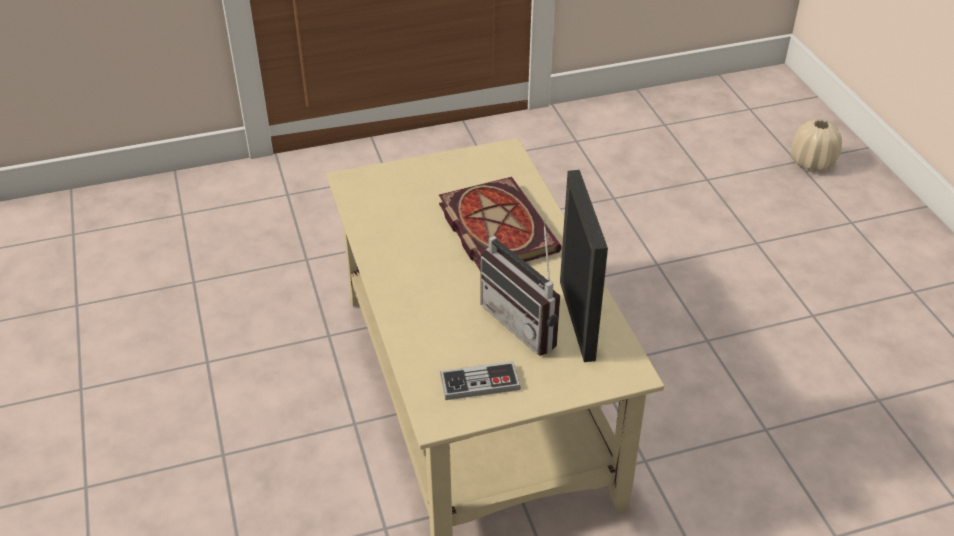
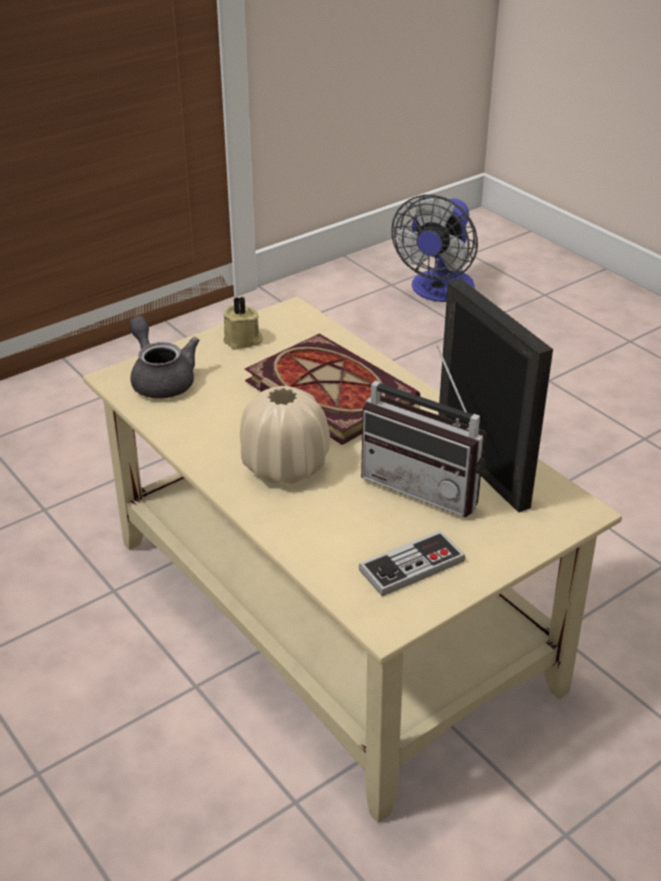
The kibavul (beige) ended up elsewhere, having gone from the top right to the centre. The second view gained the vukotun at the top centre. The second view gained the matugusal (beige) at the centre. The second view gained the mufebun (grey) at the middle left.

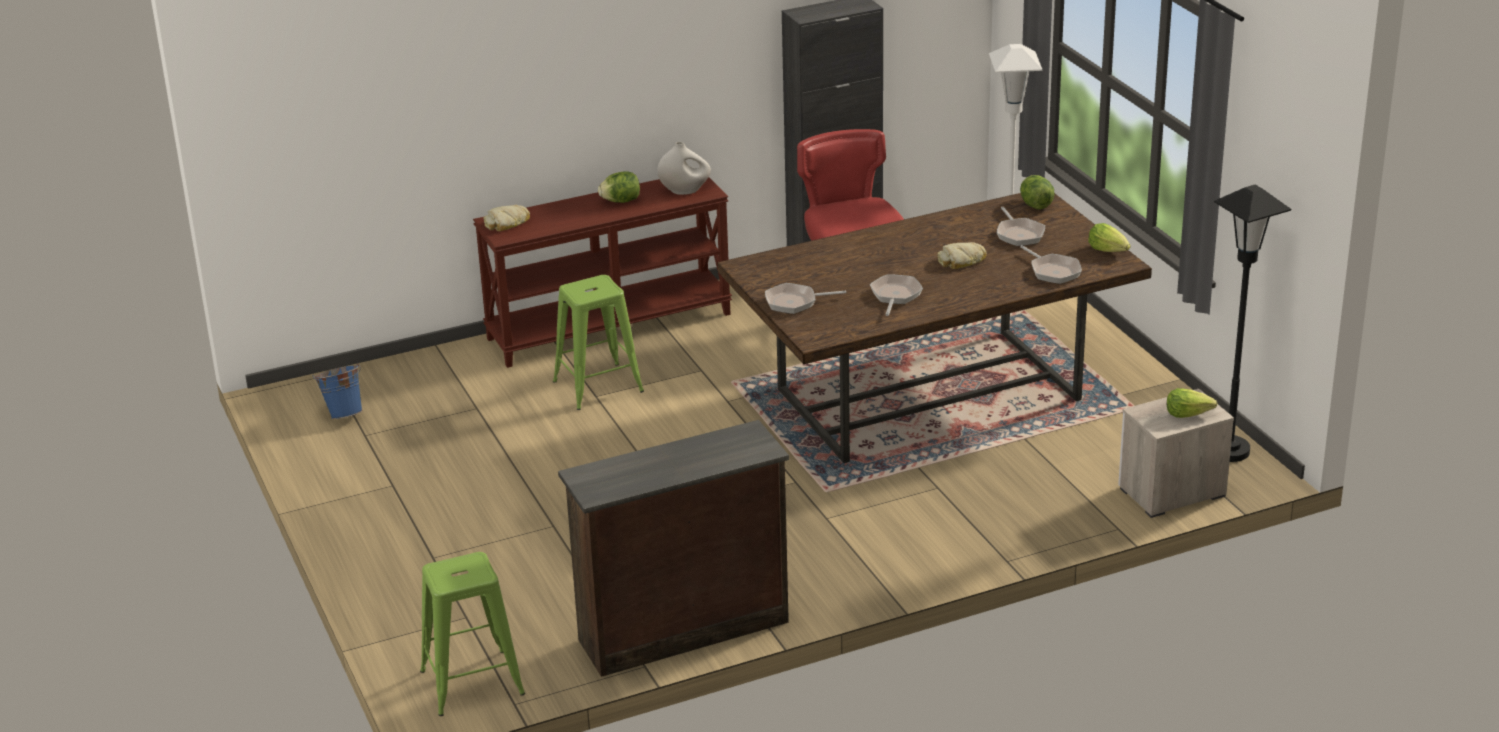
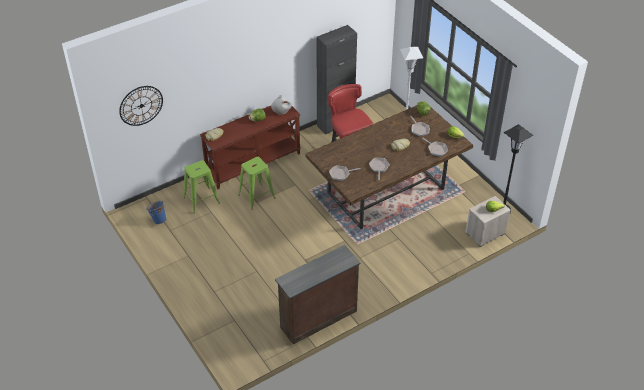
The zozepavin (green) (no. 1 from left) ended up elsewhere, having gone from the bottom left to the middle left. The second view gained the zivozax at the top left.

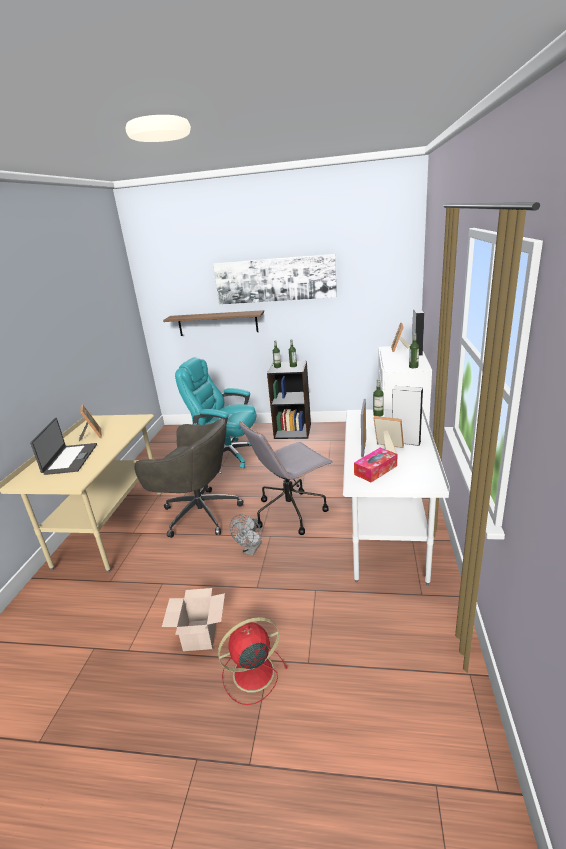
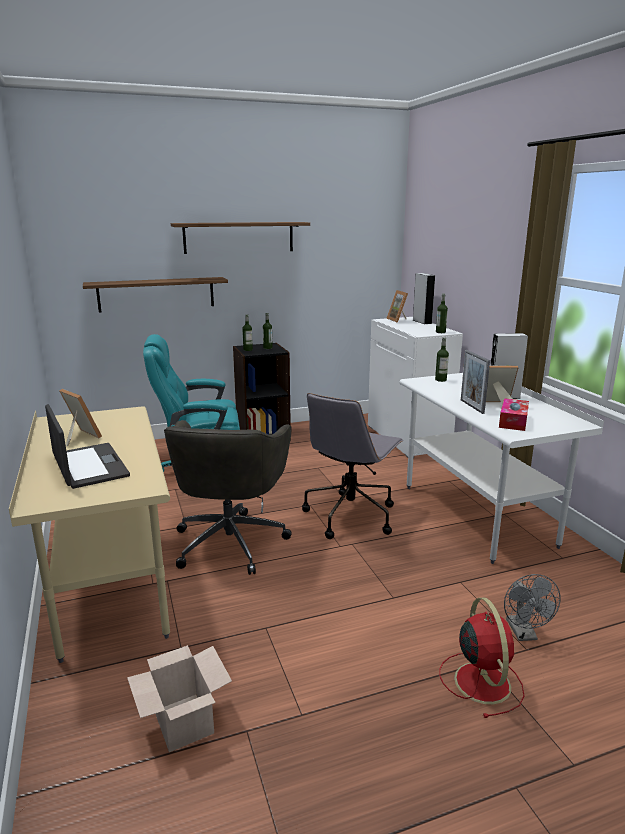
Where the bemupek hung at the top centre, the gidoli (no. 2 from left) came to hang at the top centre. The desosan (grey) (no. 1 from left) at the centre ended up facing another way, 105 degrees clockwise from before. The vukotun (grey) ended up elsewhere, having gone from the centre to the bottom right. The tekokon ended up elsewhere, having gone from the bottom centre to the bottom left. The vukotun (red) at the bottom centre ended up facing another way, 135 degrees clockwise from before.

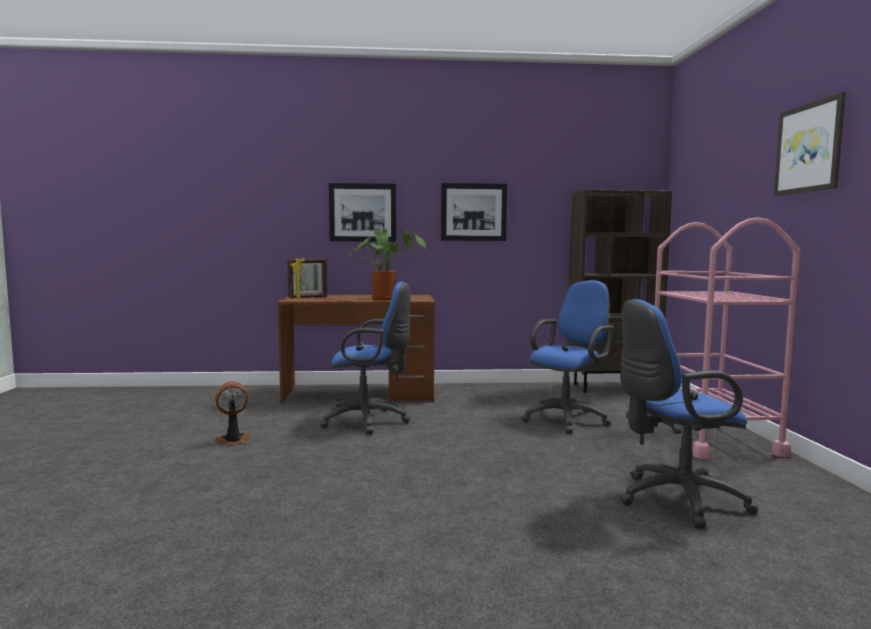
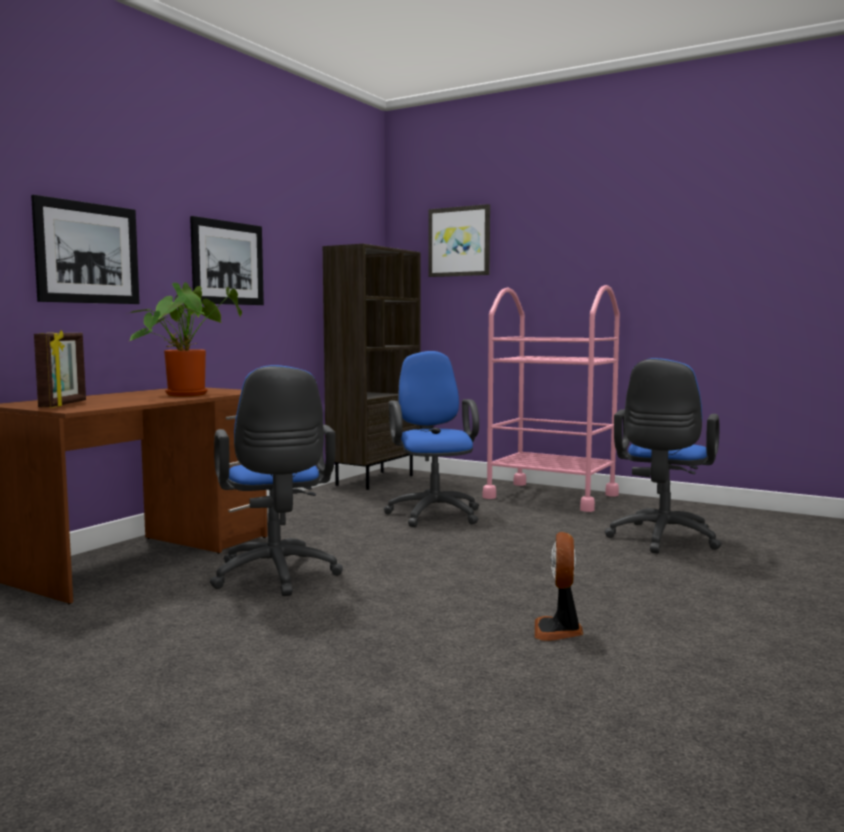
The bemupek (no. 3 from left) ended up elsewhere, having gone from the top right to the top centre. The desosan (blue) (no. 1 from left) at the centre ended up facing another way, 120 degrees clockwise from before. The vukotun ended up elsewhere, having gone from the middle left to the bottom centre.

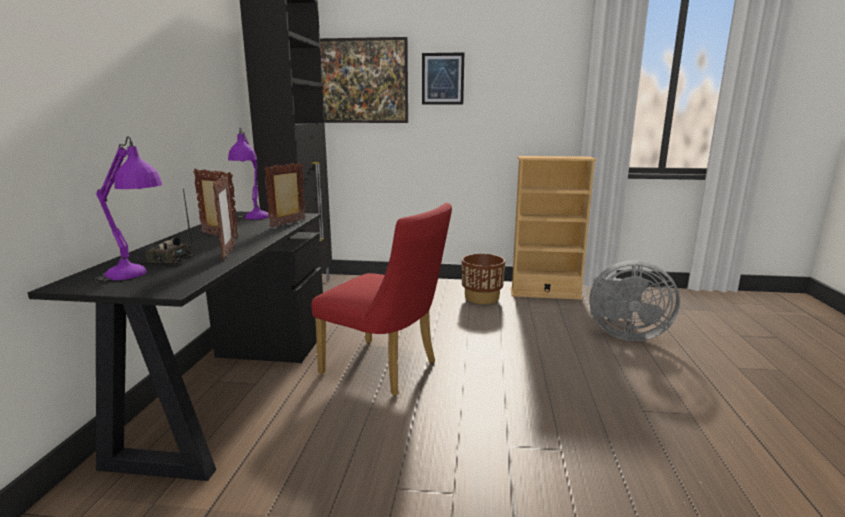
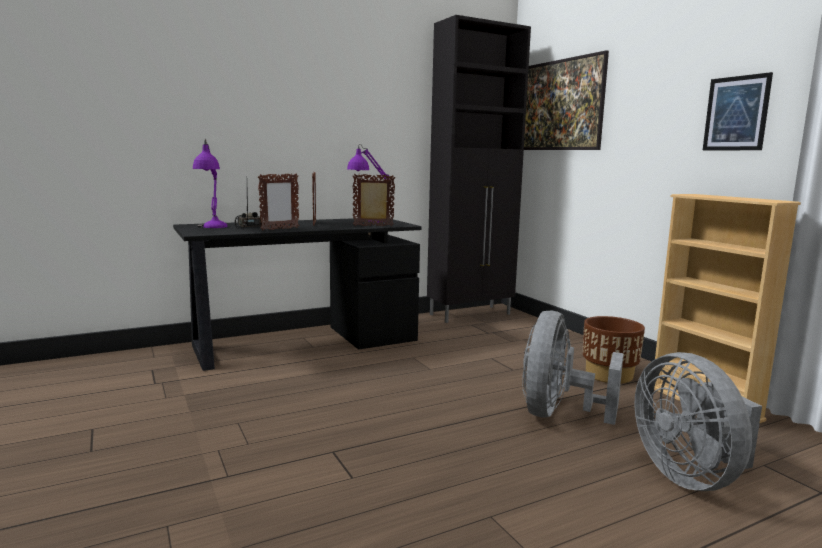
The bemupek (no. 2 from left) ended up elsewhere, having gone from the top centre to the top right. The second view lost the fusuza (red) at the centre. The second view gained the vukotun (grey) (no. 1 from left) at the bottom right.

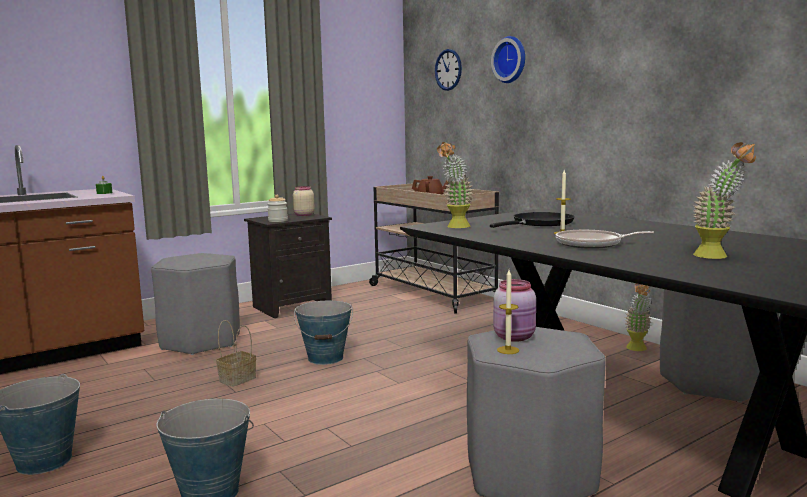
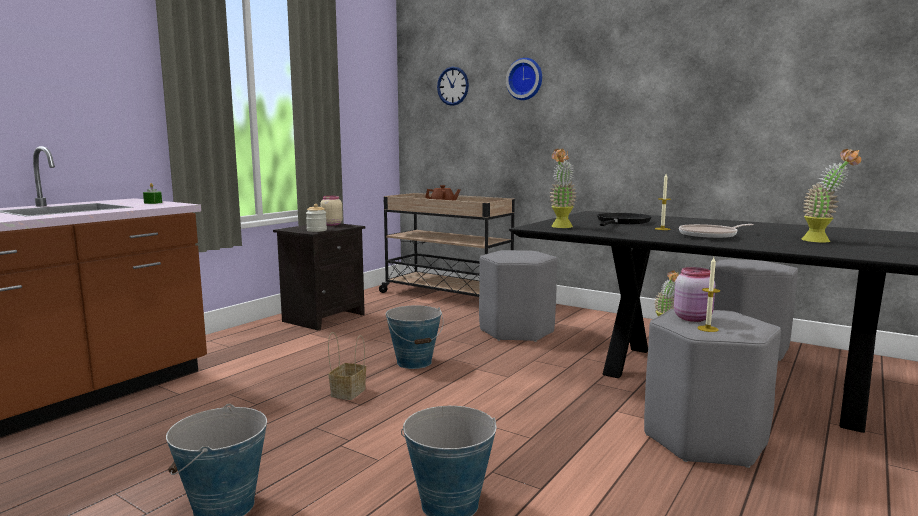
The zozepavin (grey) (no. 1 from left) ended up elsewhere, having gone from the middle left to the centre.

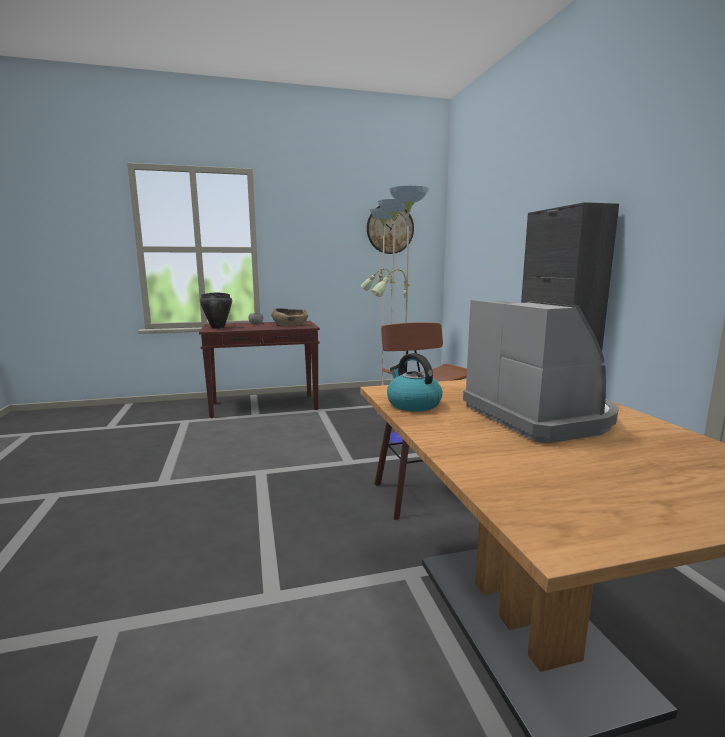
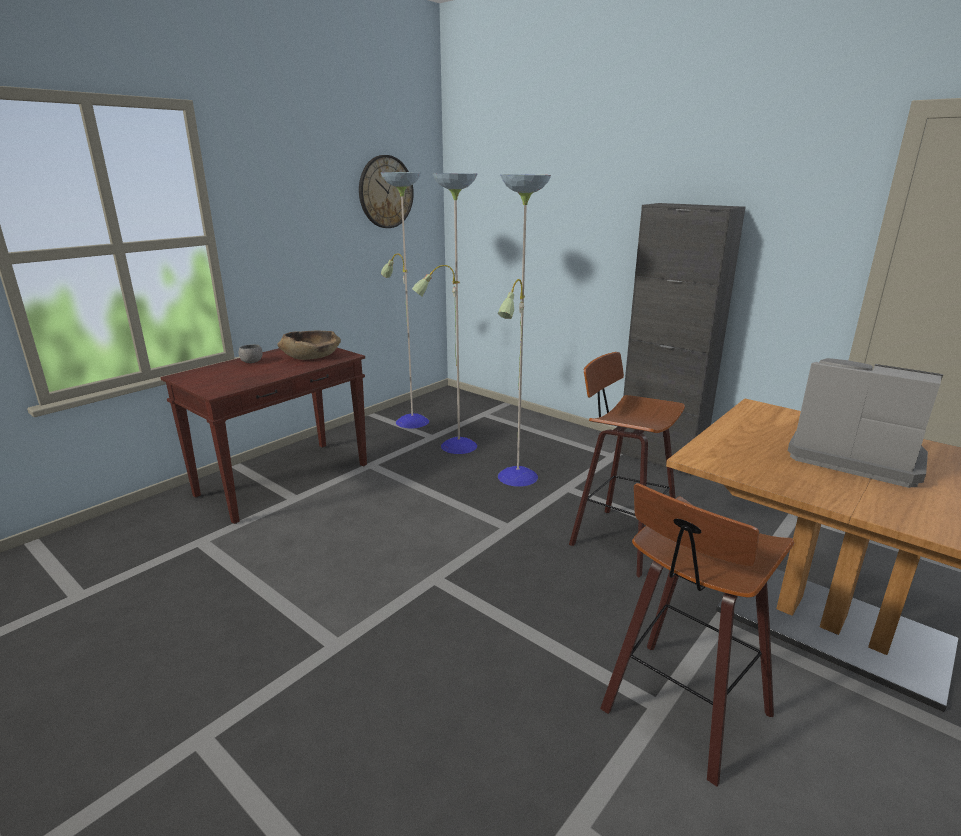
The second view lost the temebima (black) at the middle left. The second view lost the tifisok at the centre. The second view gained the zozepavin (no. 2 from left) at the bottom right.

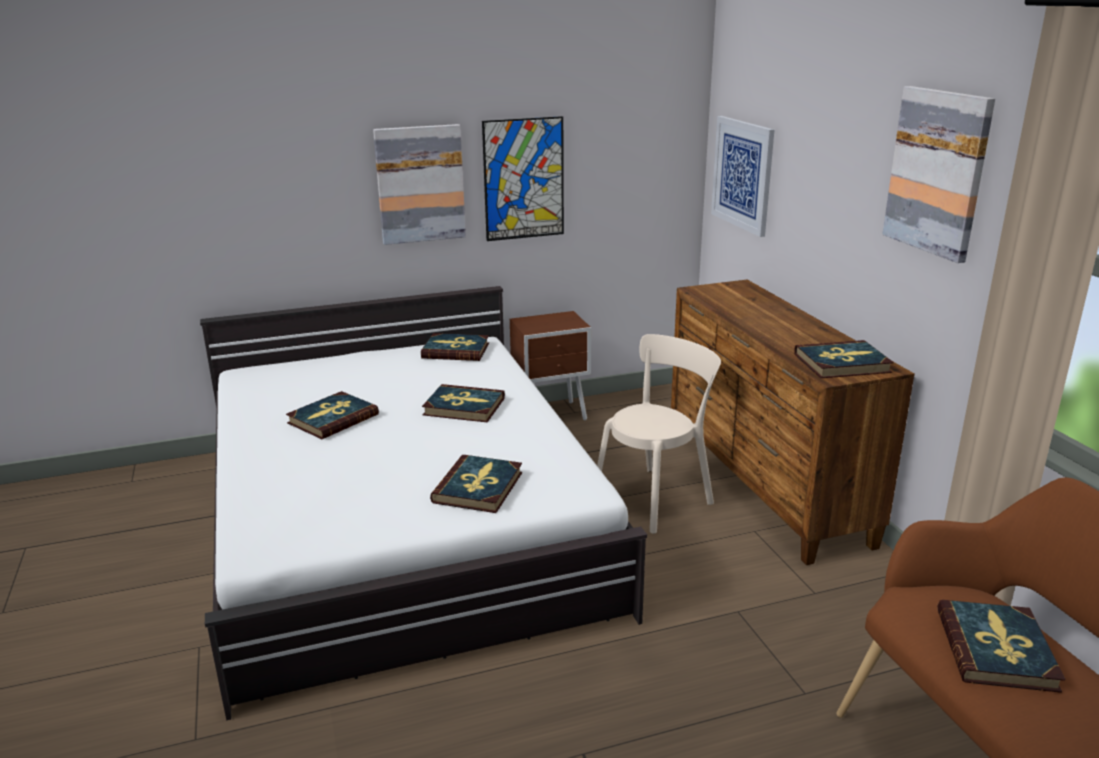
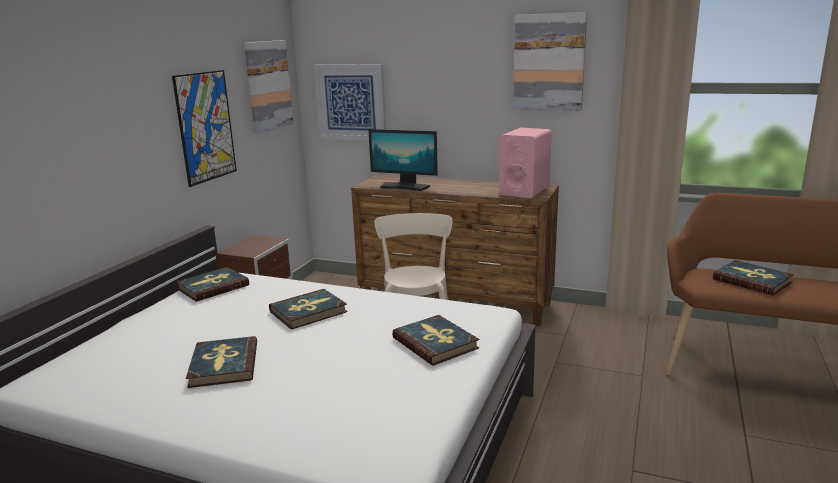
The bemupek (no. 1 from left in the first image) ended up elsewhere, having gone from the top centre to the top left. Where the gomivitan (no. 5 from left) stood at the middle right, the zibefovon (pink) came to stand at the centre. The second view gained the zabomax at the top centre.

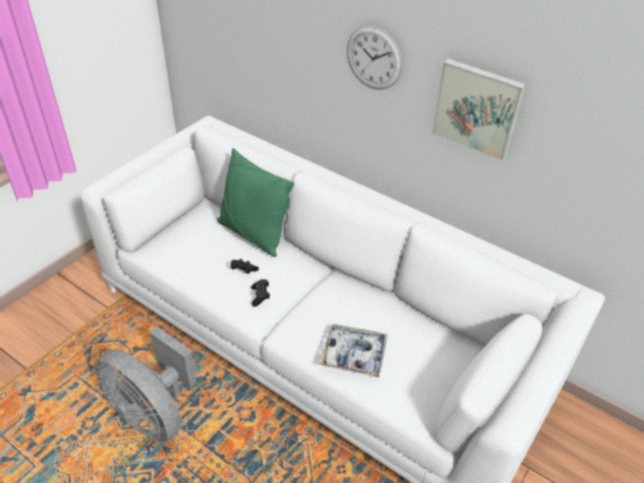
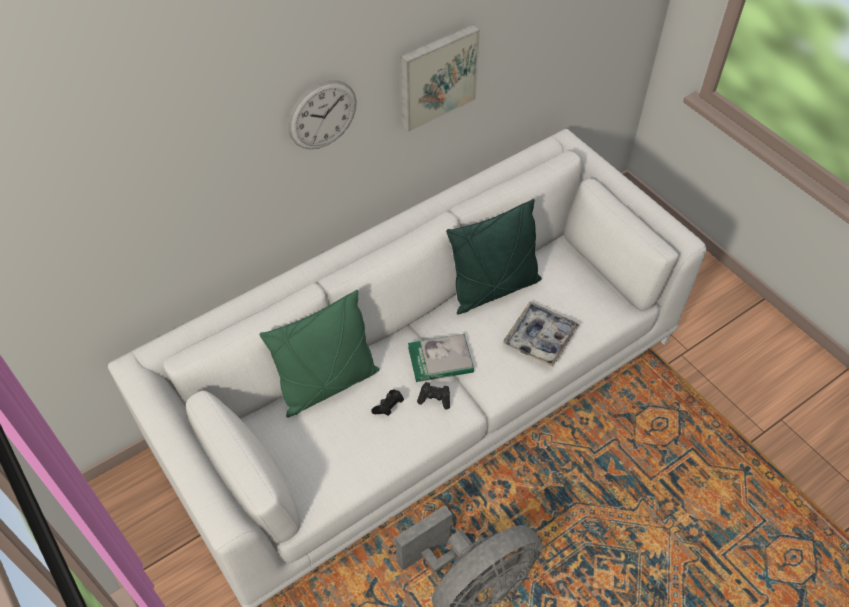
The second view gained the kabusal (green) (no. 2 from left) at the centre. The second view gained the gomivitan at the centre.

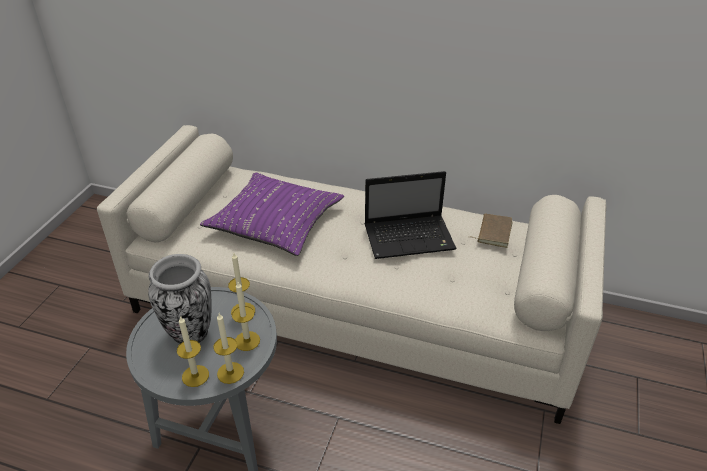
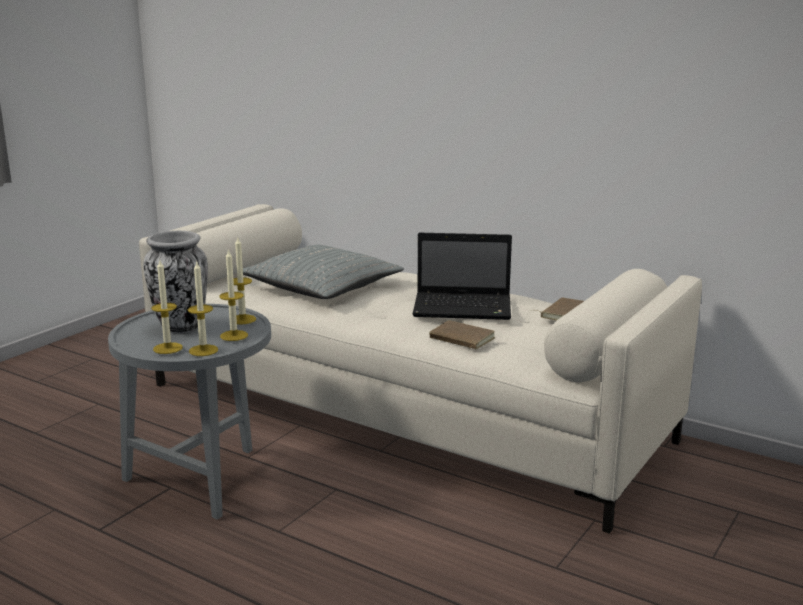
What was the kabusal (purple) at the centre turned into the kabusal (grey) at the centre. The second view gained the gomivitan (brown) (no. 1 from left) at the centre.

